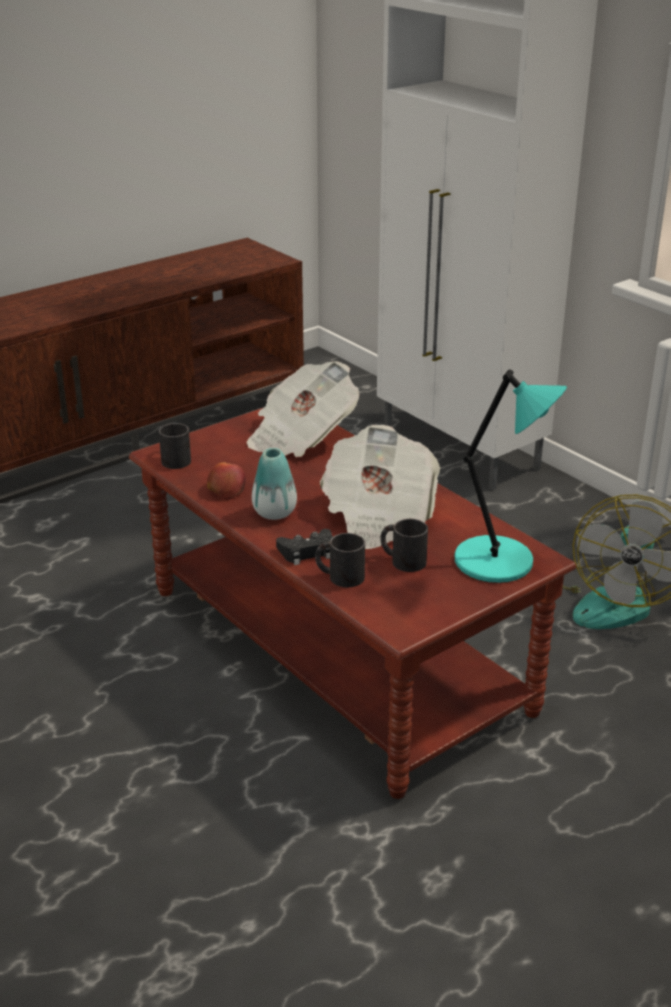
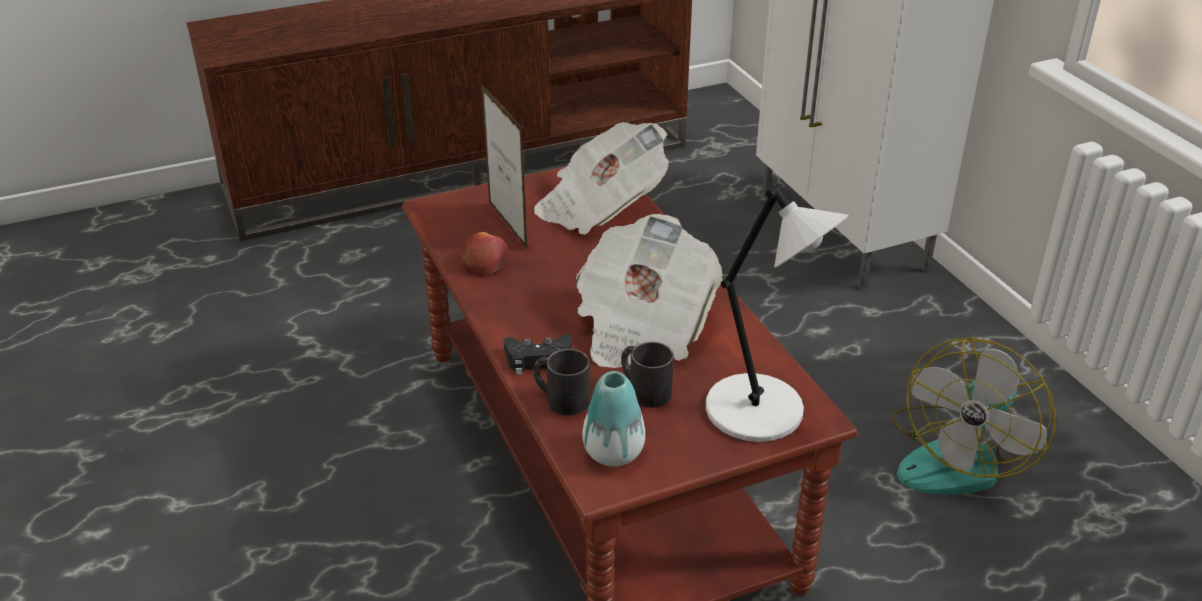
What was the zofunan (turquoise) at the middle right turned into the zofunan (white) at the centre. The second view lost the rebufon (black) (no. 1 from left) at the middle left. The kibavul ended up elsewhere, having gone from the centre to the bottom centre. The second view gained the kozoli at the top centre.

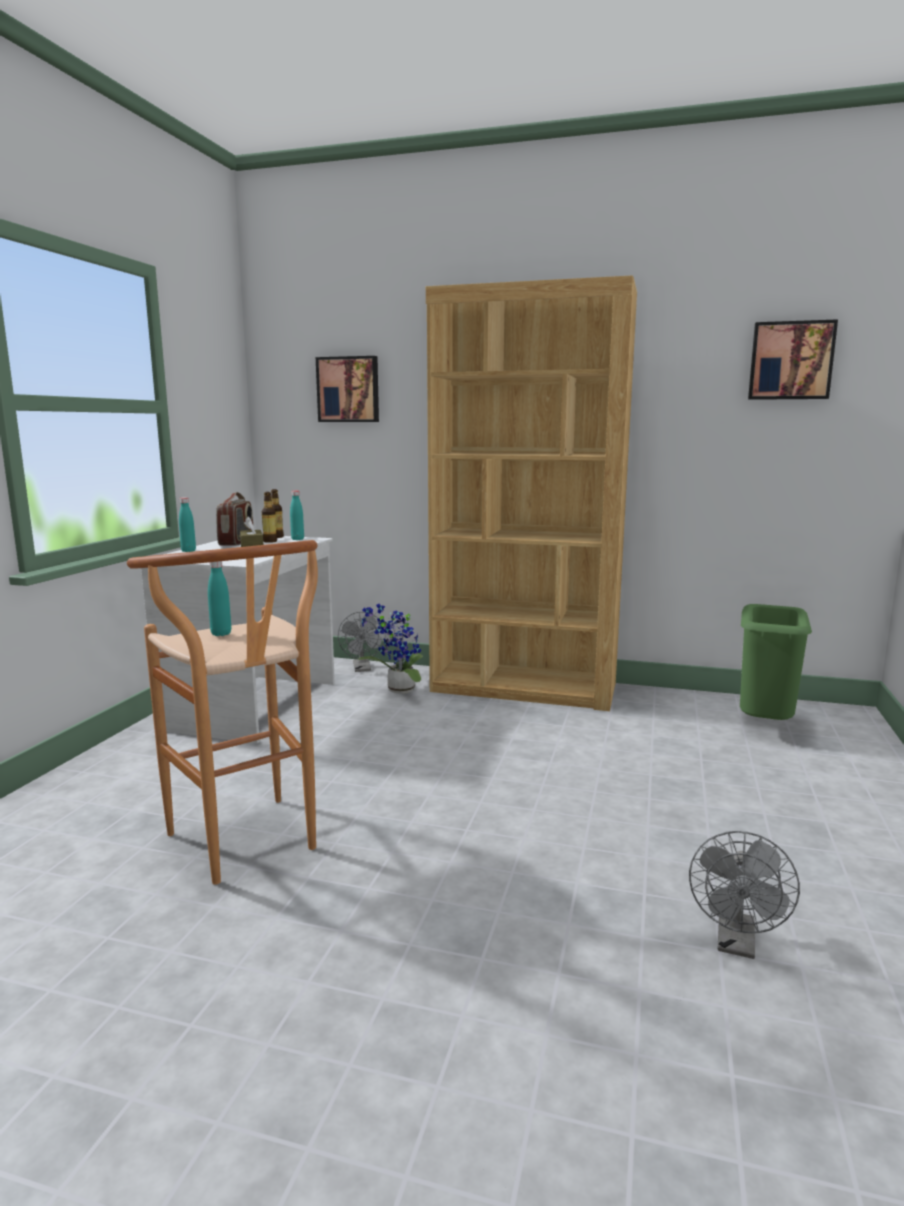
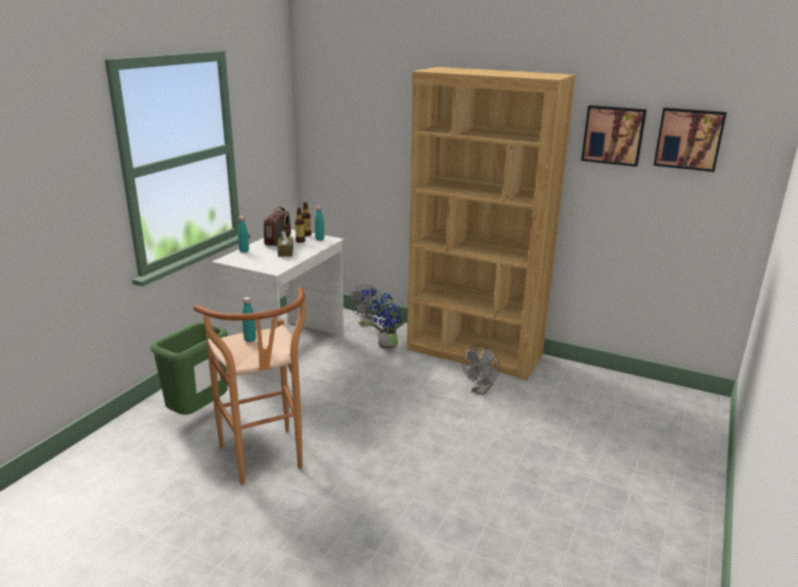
The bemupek (no. 1 from left) ended up elsewhere, having gone from the top centre to the top right. The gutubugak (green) ended up elsewhere, having gone from the middle right to the middle left. The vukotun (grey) (no. 2 from left) ended up elsewhere, having gone from the bottom right to the centre.

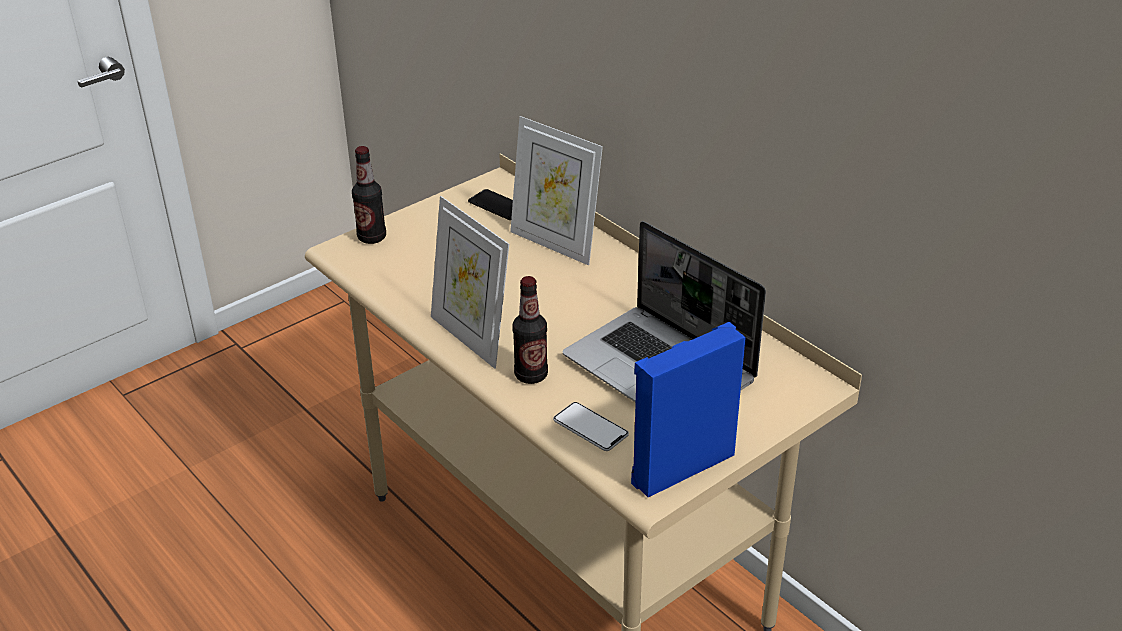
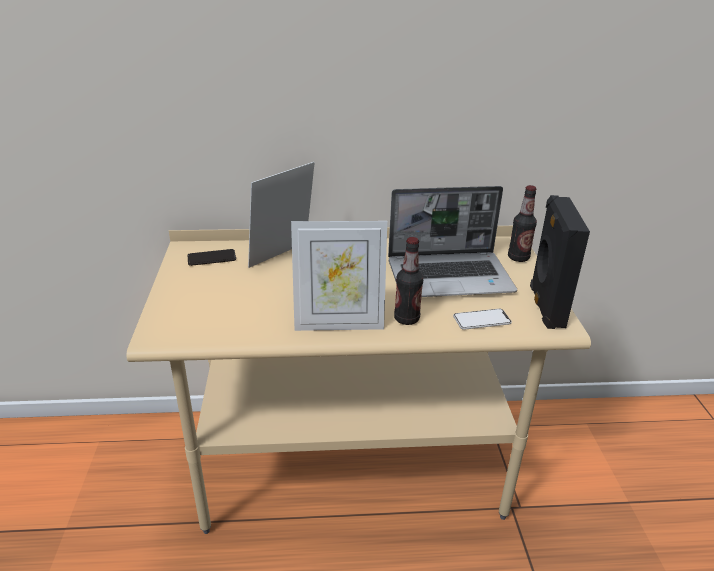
The kozoli (no. 2 from left in the first image) at the top centre ended up facing another way, 150 degrees clockwise from before. The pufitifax (no. 1 from left in the first image) ended up elsewhere, having gone from the top left to the middle right. What was the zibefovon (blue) at the centre turned into the zibefovon (black) at the middle right.

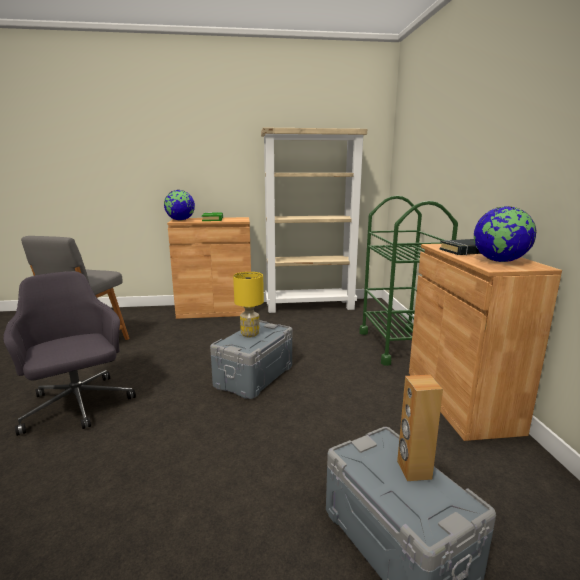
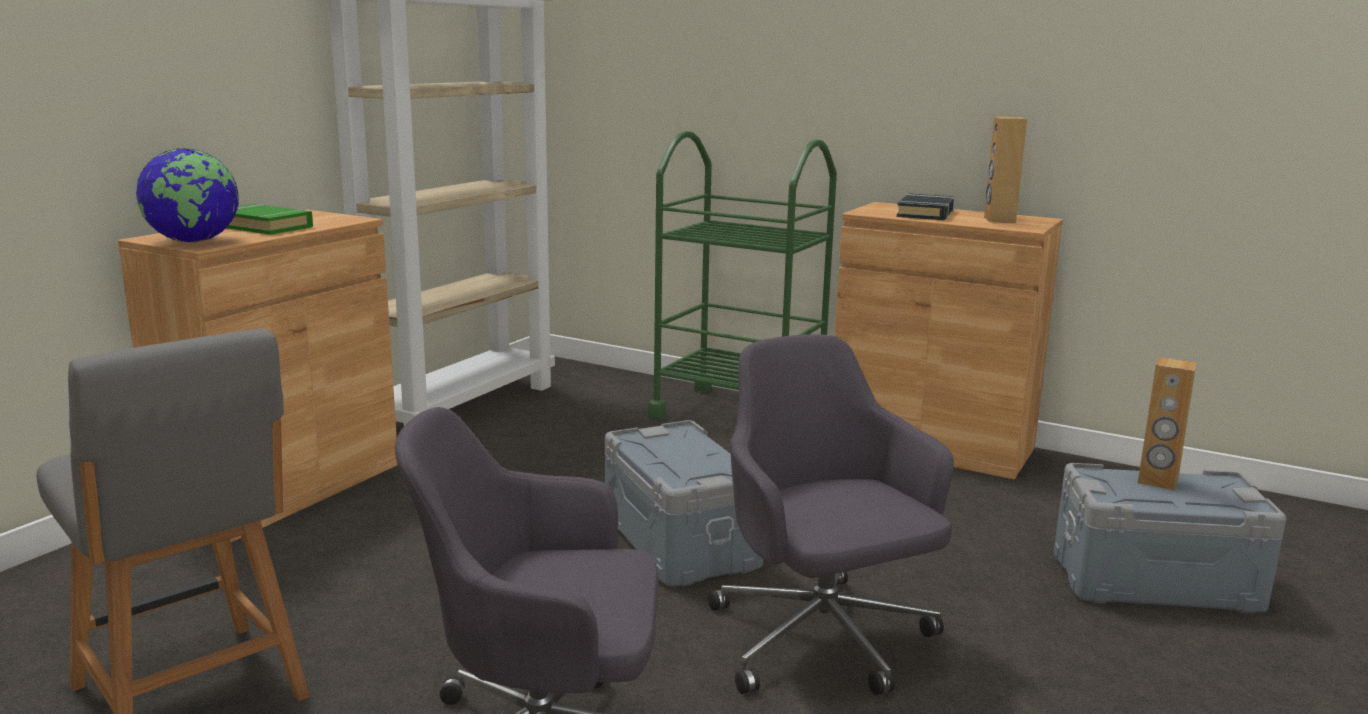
Where the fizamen (no. 2 from left) stood at the middle right, the zibefovon (brown) (no. 1 from left) came to stand at the top right. The second view lost the zofunan (yellow) at the centre. The second view gained the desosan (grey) (no. 2 from left) at the bottom centre.

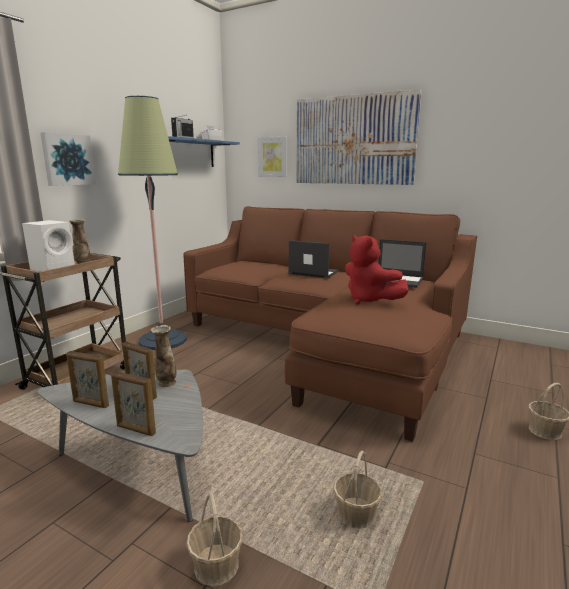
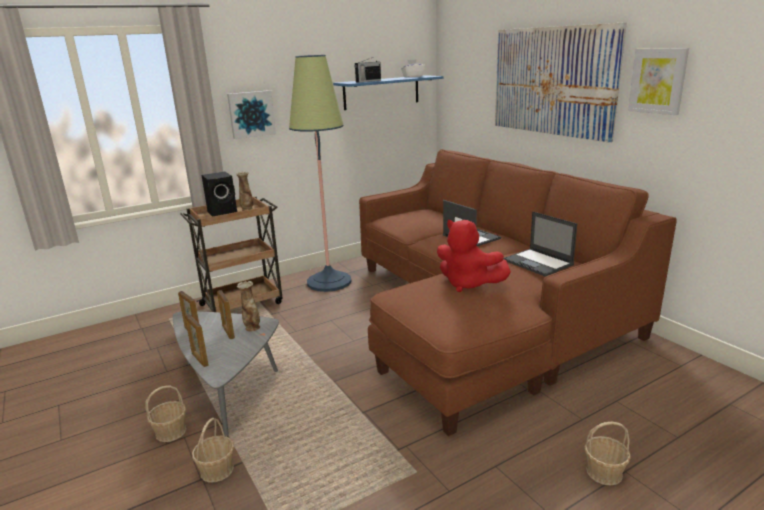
The bemupek (no. 2 from left in the first image) ended up elsewhere, having gone from the top centre to the top right. What was the zibefovon (white) at the middle left turned into the zibefovon (black) at the middle left. The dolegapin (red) at the centre ended up facing another way, 45 degrees counterclockwise from before. The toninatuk (no. 2 from left in the first image) ended up elsewhere, having gone from the bottom centre to the bottom left.

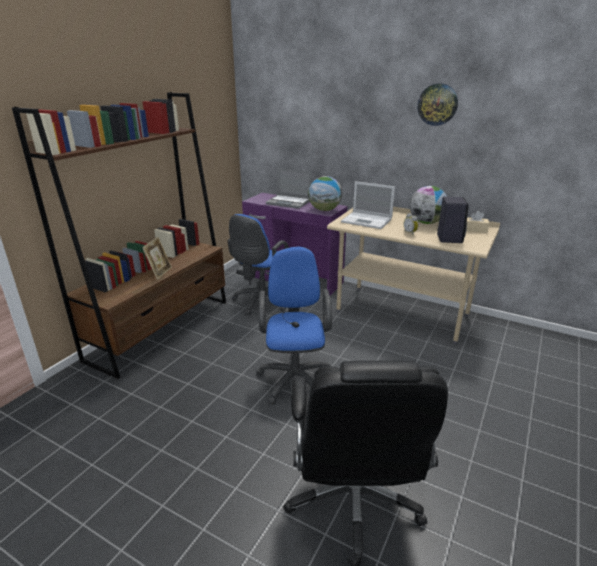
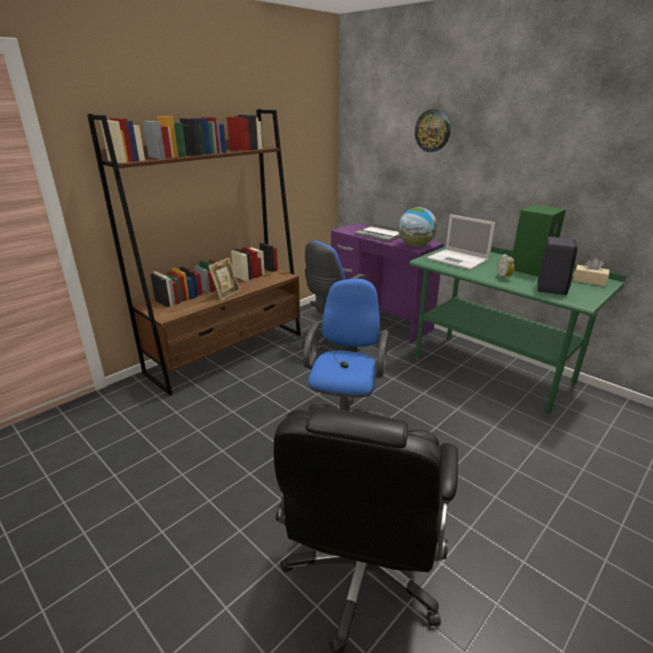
The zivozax ended up elsewhere, having gone from the top right to the top centre. Where the fizamen (no. 2 from left) stood at the middle right, the zibefovon (green) came to stand at the middle right. What was the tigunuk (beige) at the middle right turned into the tigunuk (green) at the middle right.

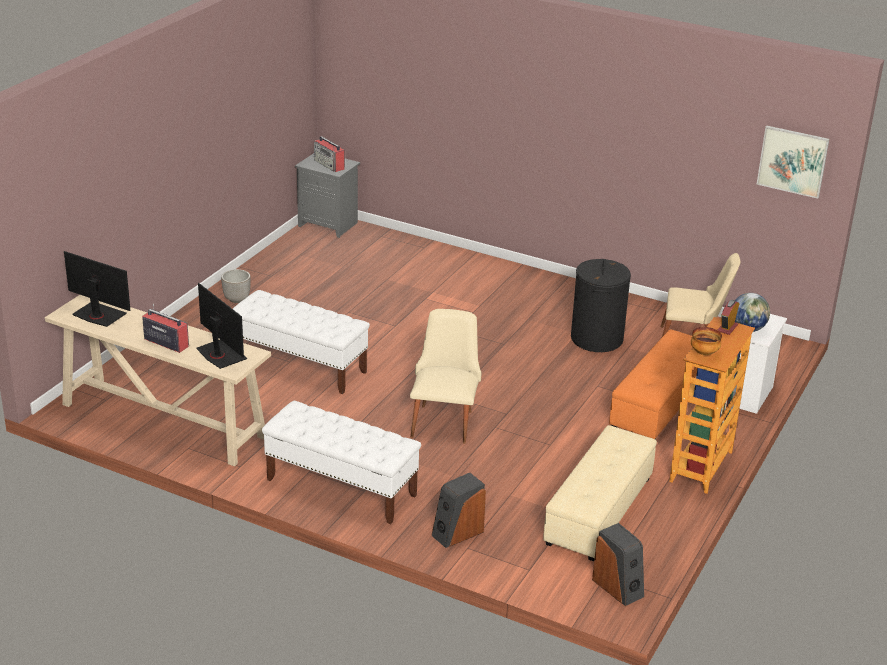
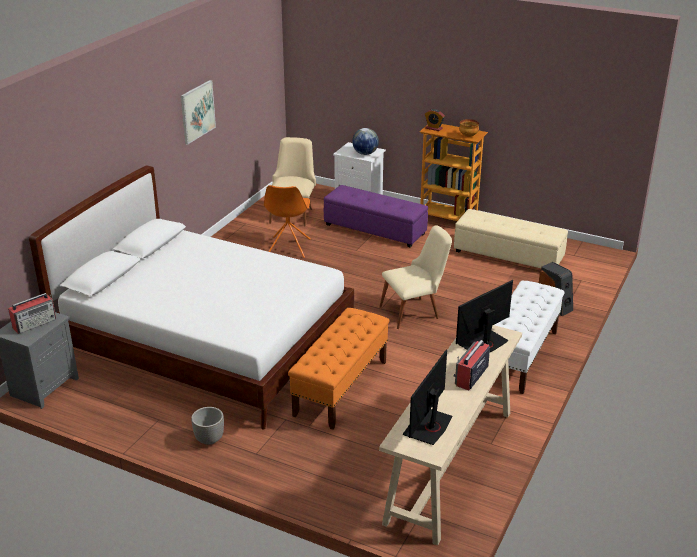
The bemupek ended up elsewhere, having gone from the top right to the top left. Where the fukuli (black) stood at the middle right, the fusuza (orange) came to stand at the centre. What was the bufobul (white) (no. 1 from left) at the centre turned into the bufobul (orange) at the centre. The fusuza (beige) (no. 1 from left in the first image) at the centre ended up facing another way, 150 degrees clockwise from before. What was the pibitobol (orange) at the middle right turned into the pibitobol (purple) at the centre. The second view lost the zibefovon (no. 2 from left) at the bottom right. The second view gained the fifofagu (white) at the middle left.

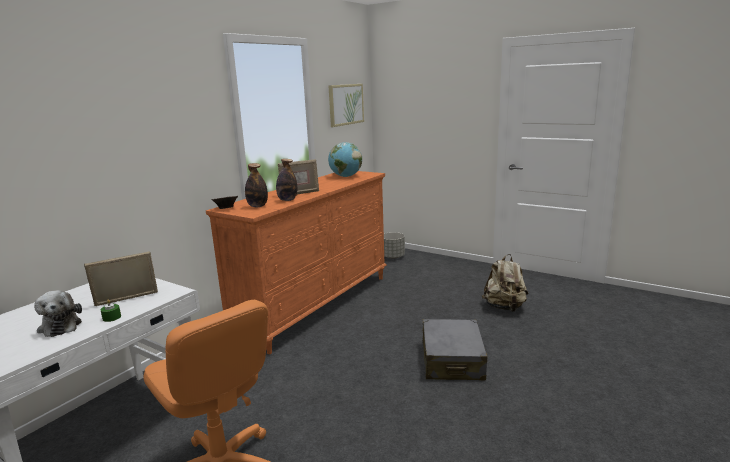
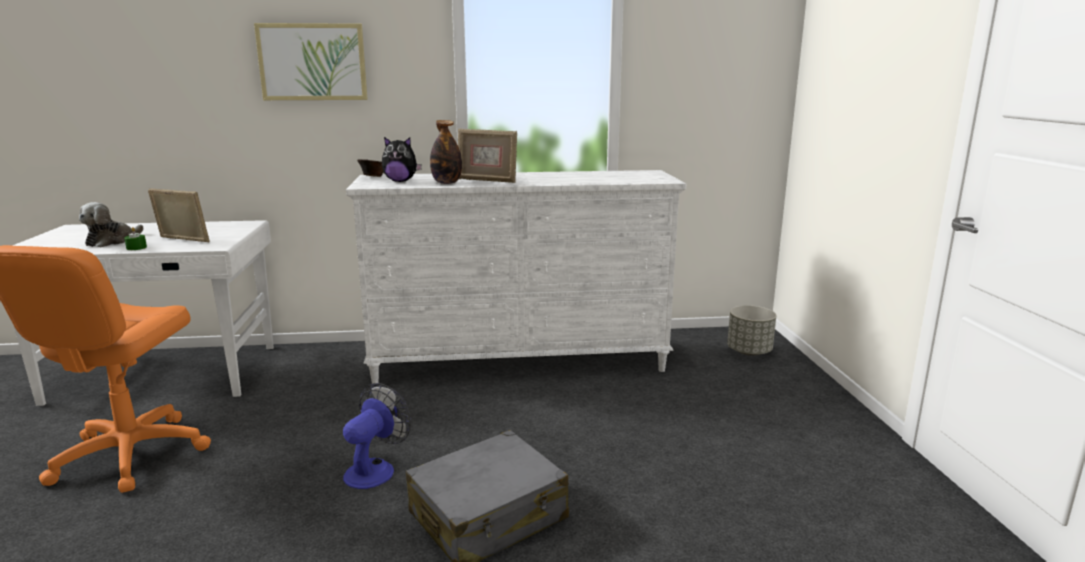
The bemupek ended up elsewhere, having gone from the top centre to the top left. The second view lost the fizamen at the centre. Where the pufitifax (no. 1 from left) stood at the centre, the dolegapin (no. 2 from left) came to stand at the top centre. What was the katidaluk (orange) at the centre turned into the katidaluk (white) at the centre. The second view lost the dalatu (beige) at the middle right. The second view gained the vukotun at the bottom centre.

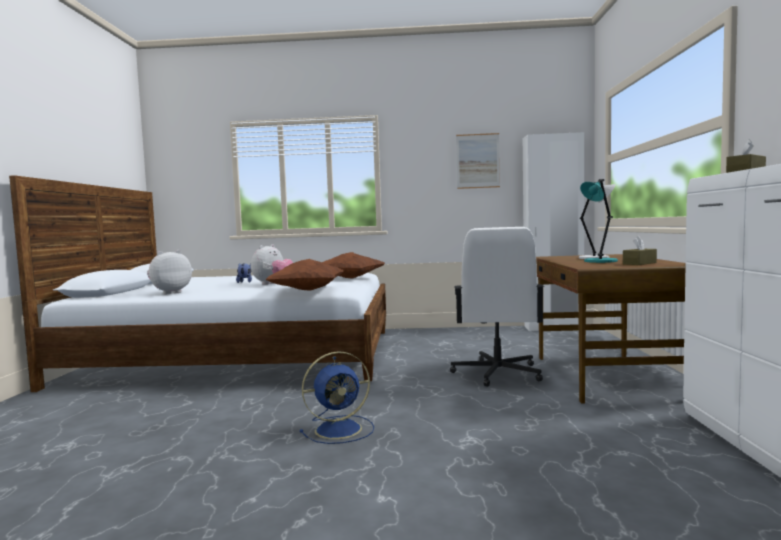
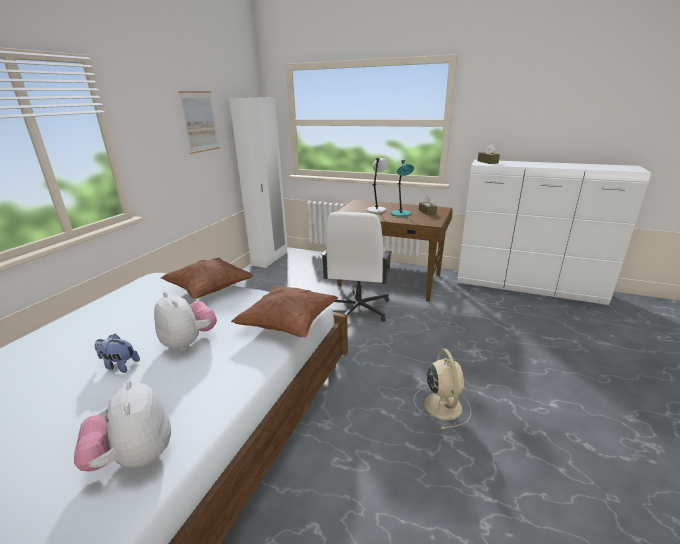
The desosan (white) at the centre ended up facing another way, 75 degrees clockwise from before. What was the vukotun (blue) at the bottom centre turned into the vukotun (beige) at the bottom centre.

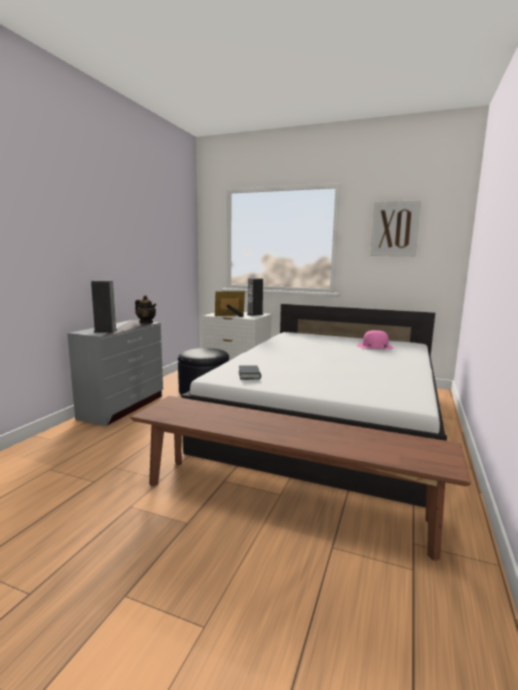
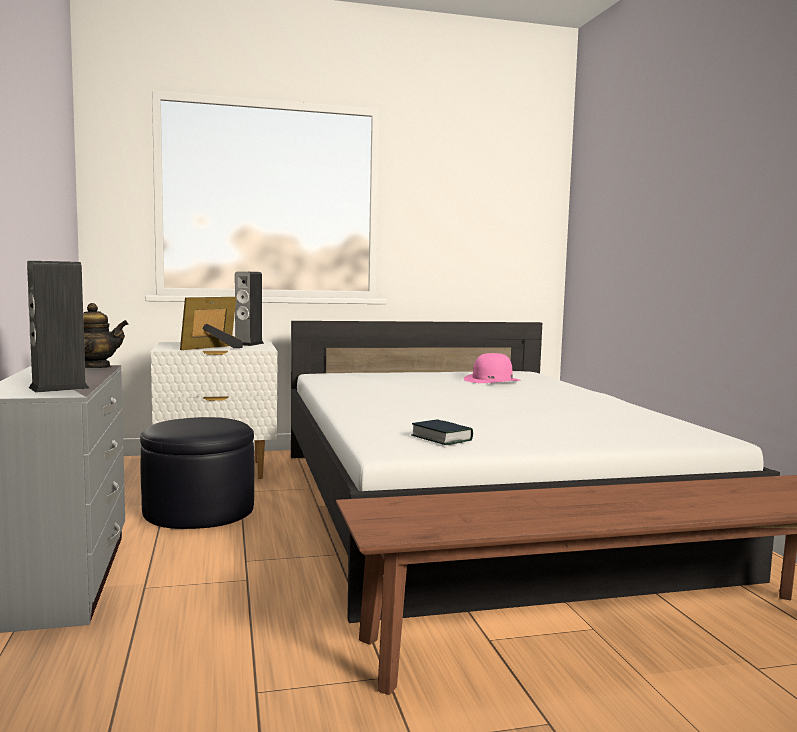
The second view lost the bemupek at the top right.

